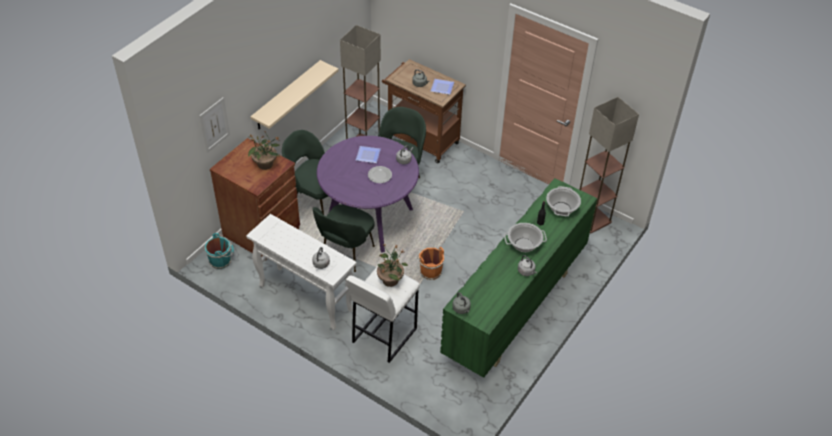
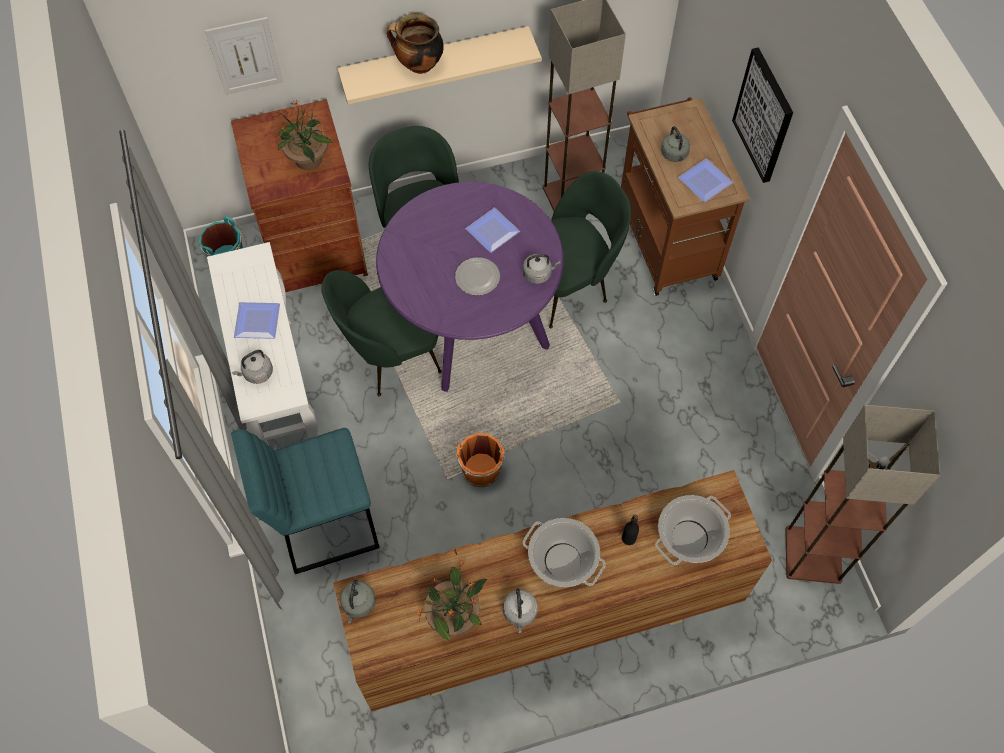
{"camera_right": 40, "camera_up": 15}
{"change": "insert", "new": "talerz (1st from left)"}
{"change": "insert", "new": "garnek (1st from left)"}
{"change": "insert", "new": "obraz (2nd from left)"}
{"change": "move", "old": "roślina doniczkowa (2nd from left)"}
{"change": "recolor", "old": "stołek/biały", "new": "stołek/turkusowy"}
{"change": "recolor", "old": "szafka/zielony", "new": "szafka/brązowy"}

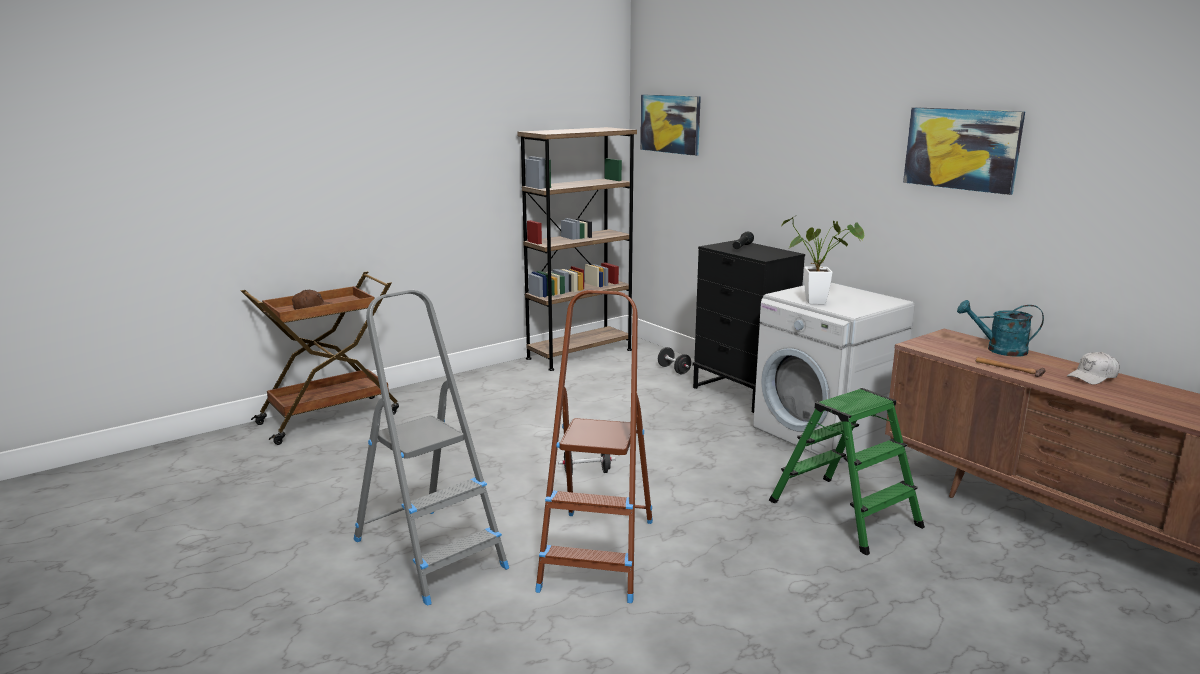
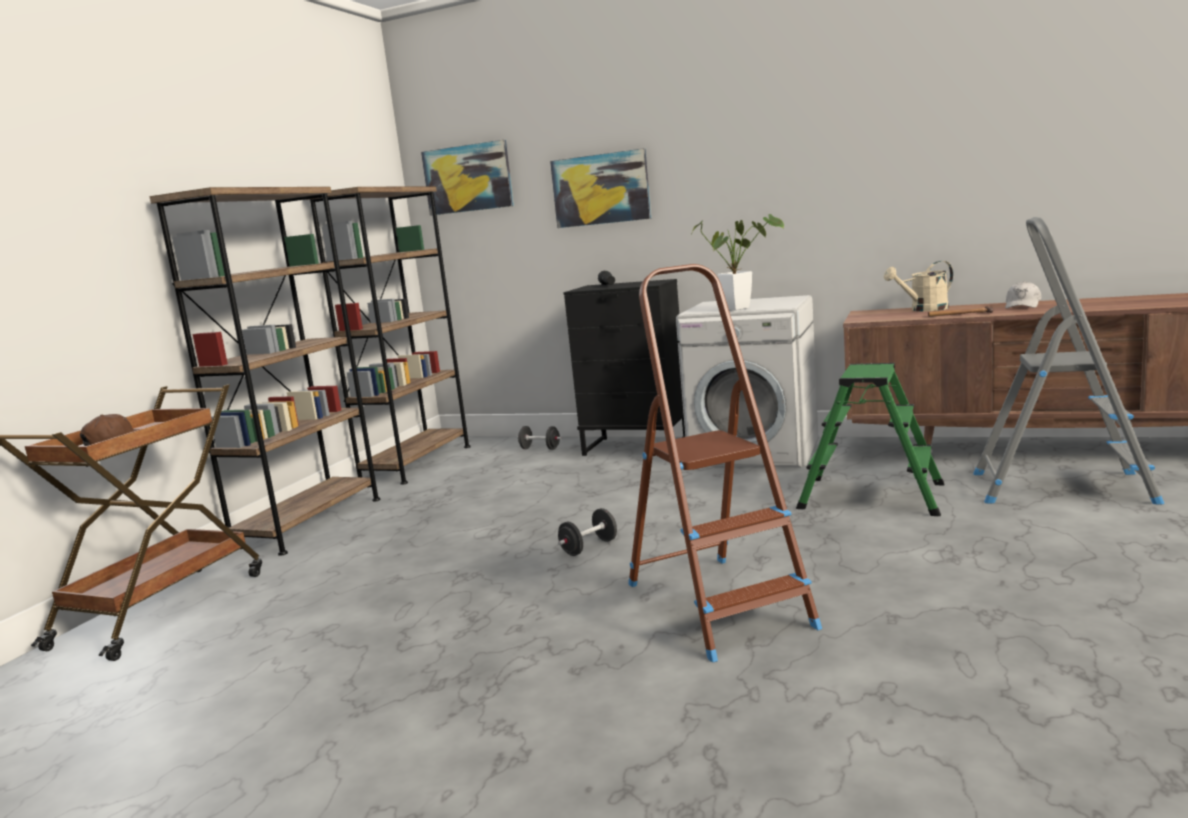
{"camera_right": -30, "camera_up": -5}
{"change": "insert", "new": "regał/brązowy (1st from left)"}
{"change": "move", "old": "drabinka/szary"}
{"change": "move", "old": "obraz (2nd from left)"}
{"change": "recolor", "old": "konewka/turkusowy", "new": "konewka/beżowy"}

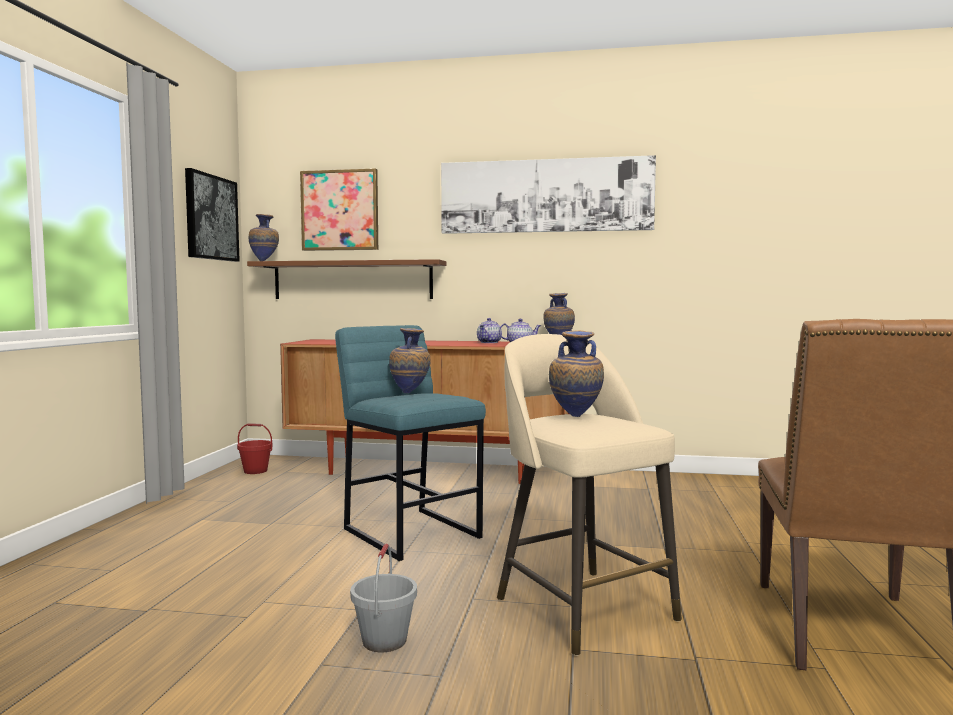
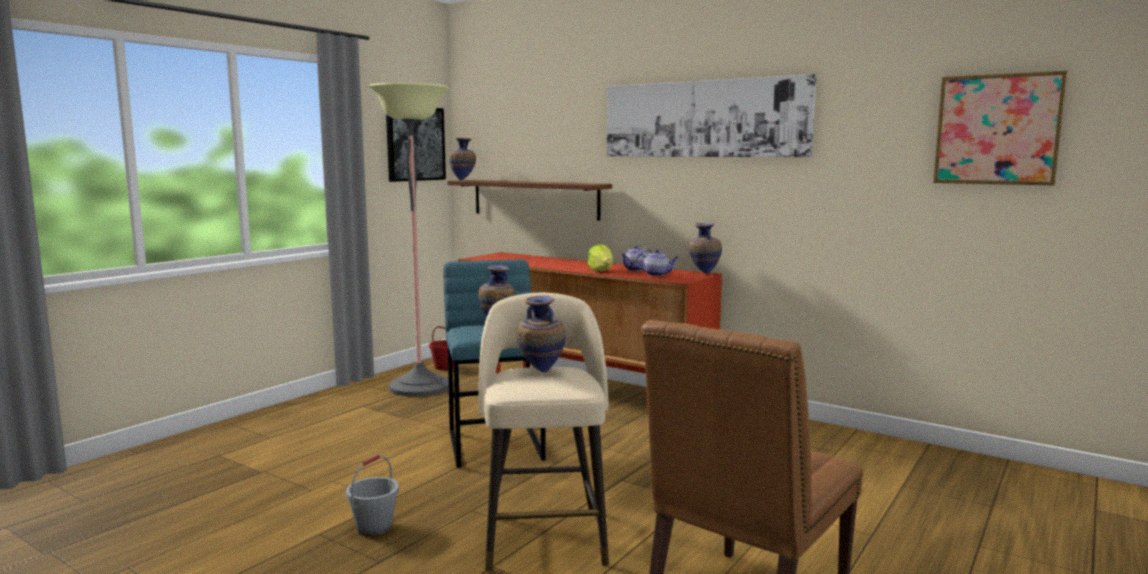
{"camera_right": 25, "camera_up": 5}
{"change": "insert", "new": "lampa stojąca"}
{"change": "insert", "new": "sałata"}
{"change": "move", "old": "obraz (2nd from left in the first image)", "new": "obraz (3rd from left)"}

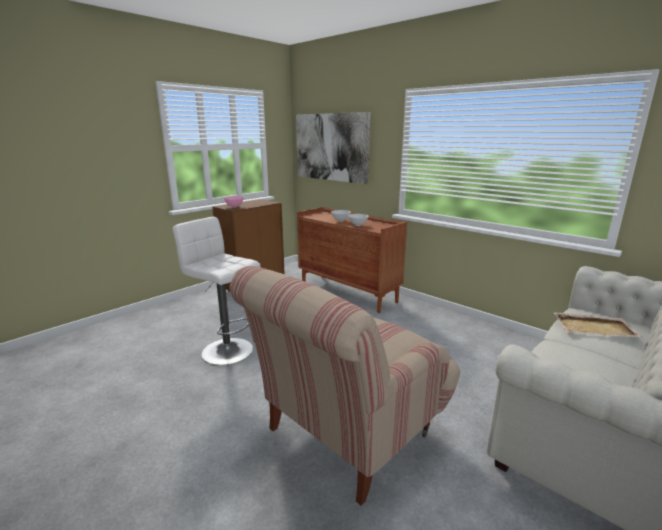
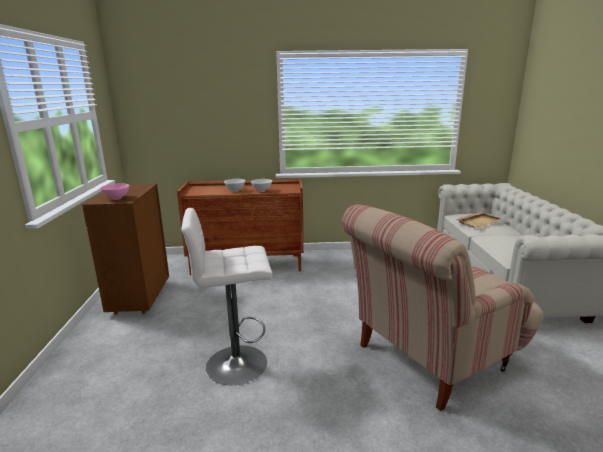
{"camera_right": -45, "camera_up": 0}
{"change": "delete", "old": "obraz"}
{"change": "rotate", "old": "fotel/beżowy", "degrees": 60}

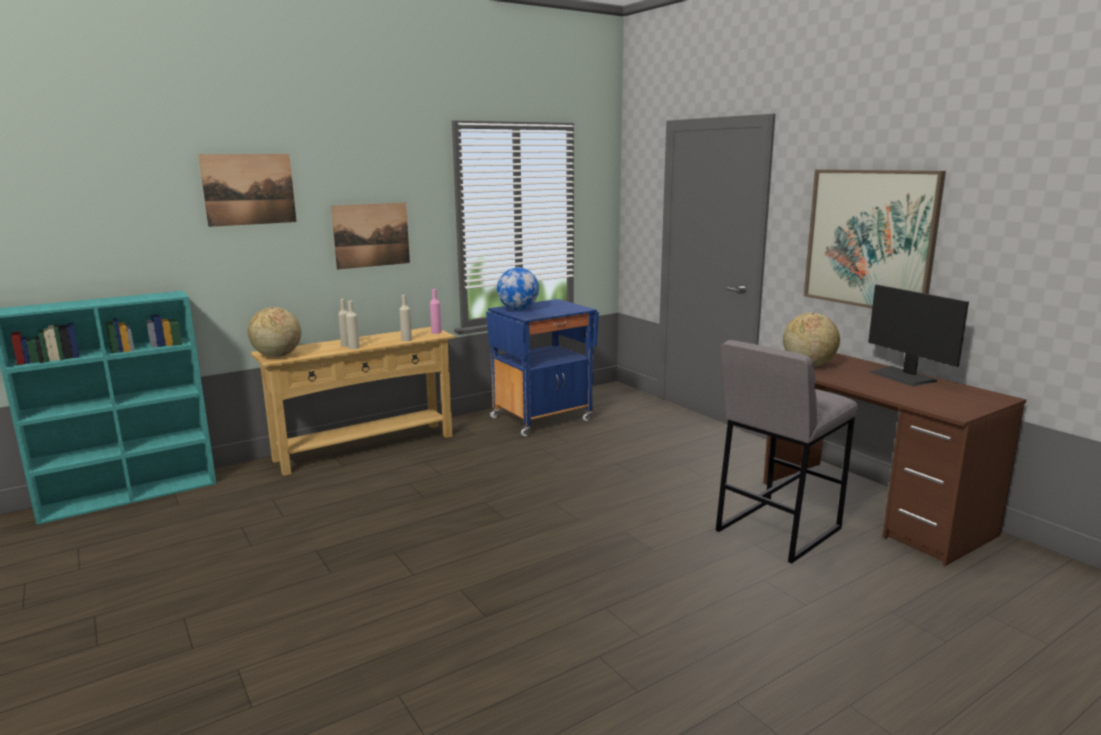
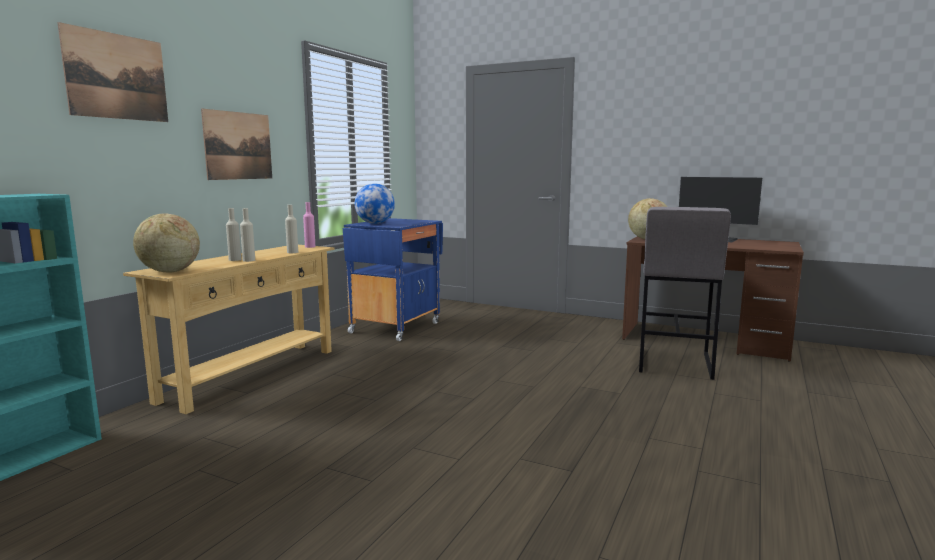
{"camera_right": -30, "camera_up": -5}
{"change": "delete", "old": "obraz (3rd from left)"}

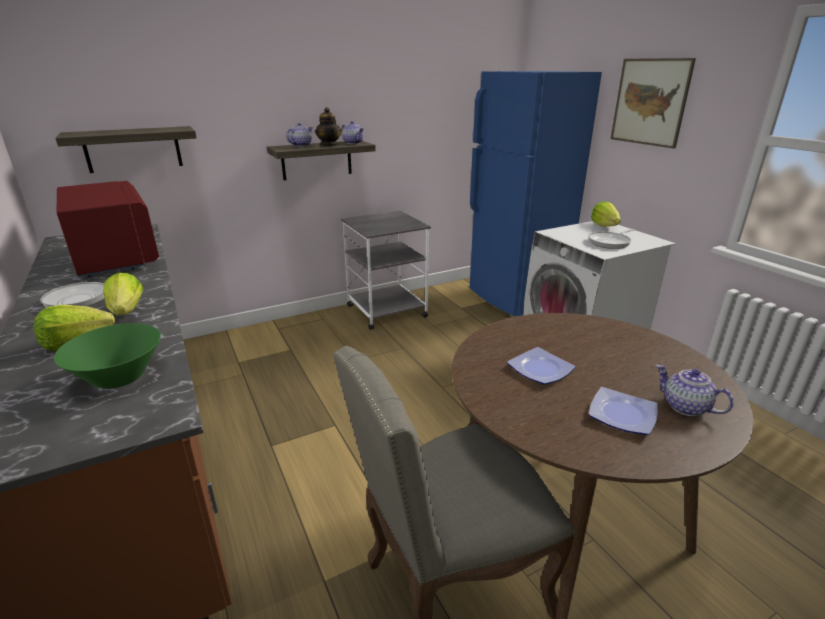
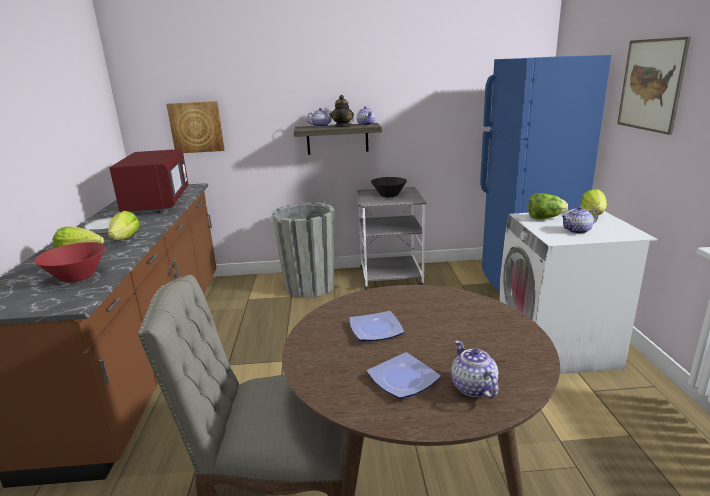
{"camera_right": 25, "camera_up": -5}
{"change": "insert", "new": "donica/szary"}
{"change": "insert", "new": "miska/czarny"}
{"change": "insert", "new": "sałata (3rd from left)"}
{"change": "replace", "old": "półka (1st from left)", "new": "obraz (1st from left)"}
{"change": "replace", "old": "patelnia (2nd from left)", "new": "imbryk (5th from left)"}
{"change": "recolor", "old": "miska/zielony", "new": "miska/czerwony"}

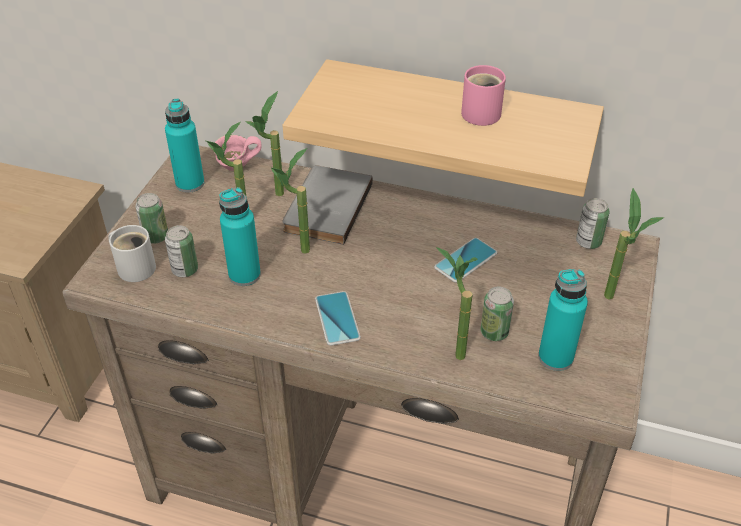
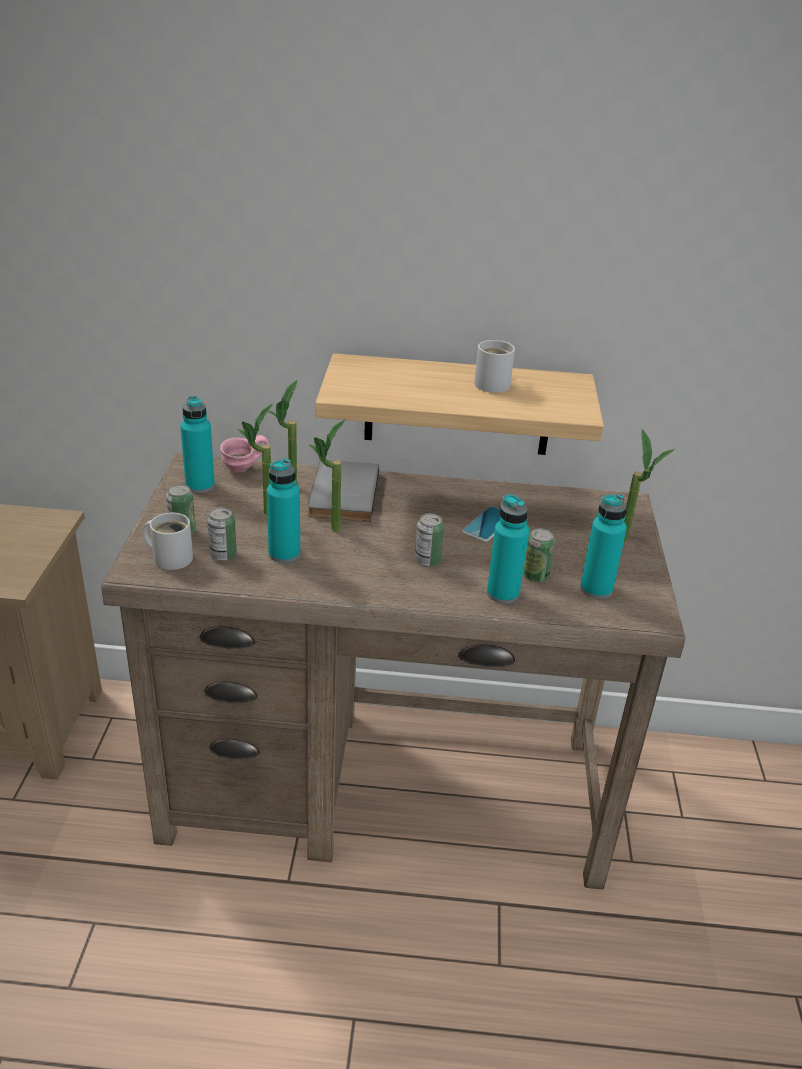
{"camera_right": -15, "camera_up": -10}
{"change": "delete", "old": "telefon (1st from left)"}
{"change": "move", "old": "puszka (4th from left in the first image)", "new": "puszka (3rd from left)"}
{"change": "replace", "old": "roślina doniczkowa (4th from left)", "new": "butelka/turkusowy (3rd from left)"}
{"change": "recolor", "old": "kubek/różowy (2nd from left)", "new": "kubek/biały (2nd from left)"}

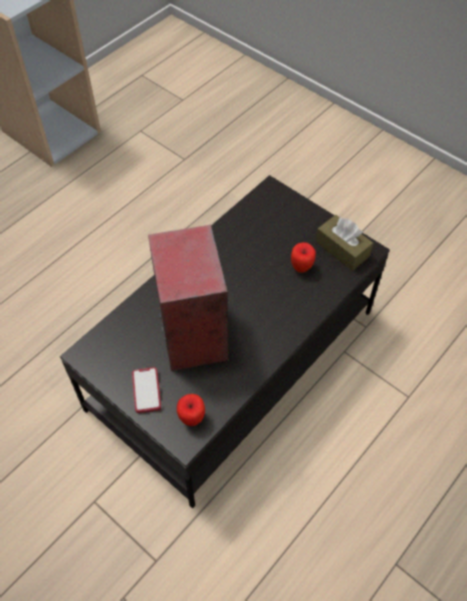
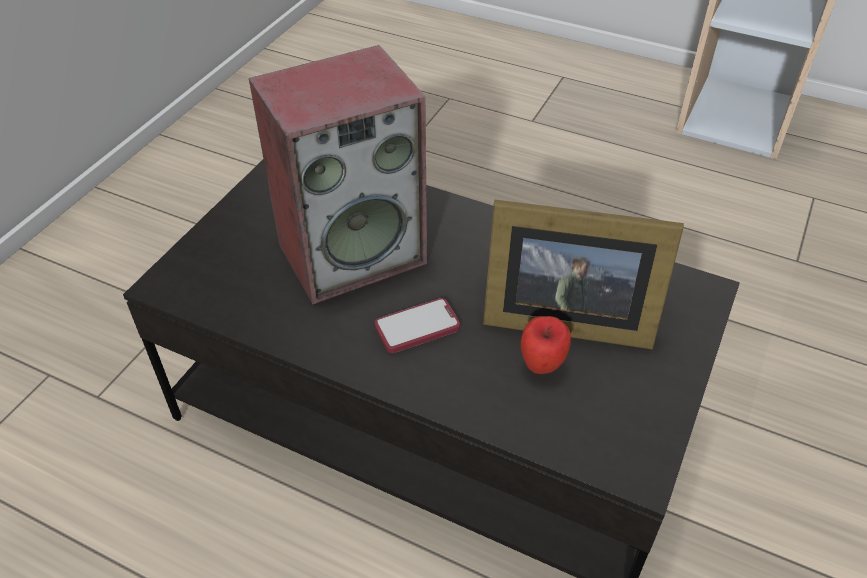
{"camera_right": 75, "camera_up": -10}
{"change": "delete", "old": "jabłko (1st from left)"}
{"change": "delete", "old": "pudełko chusteczek/brązowy"}
{"change": "insert", "new": "ramka na zdjęcie"}
{"change": "move", "old": "telefon"}

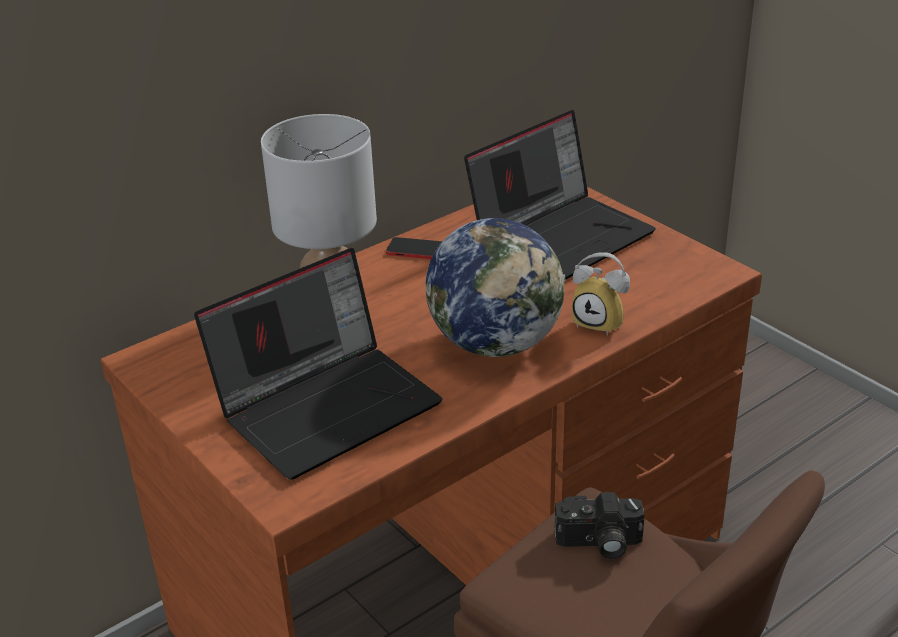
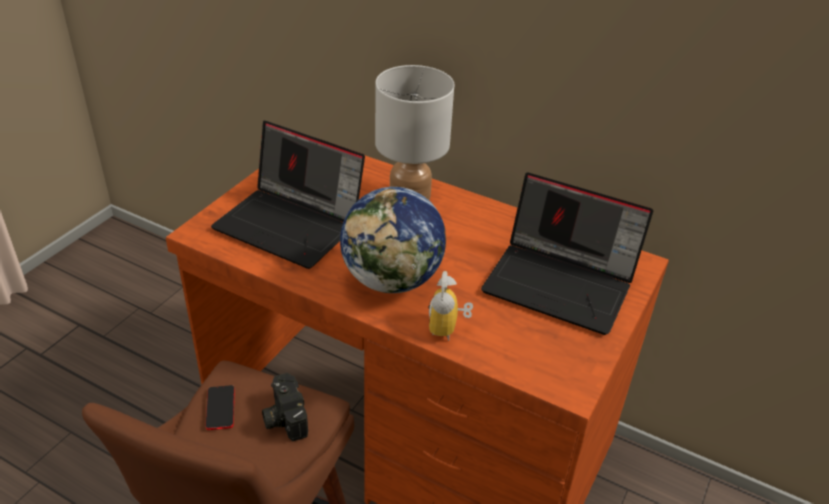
{"camera_right": 65, "camera_up": 5}
{"change": "move", "old": "telefon"}

